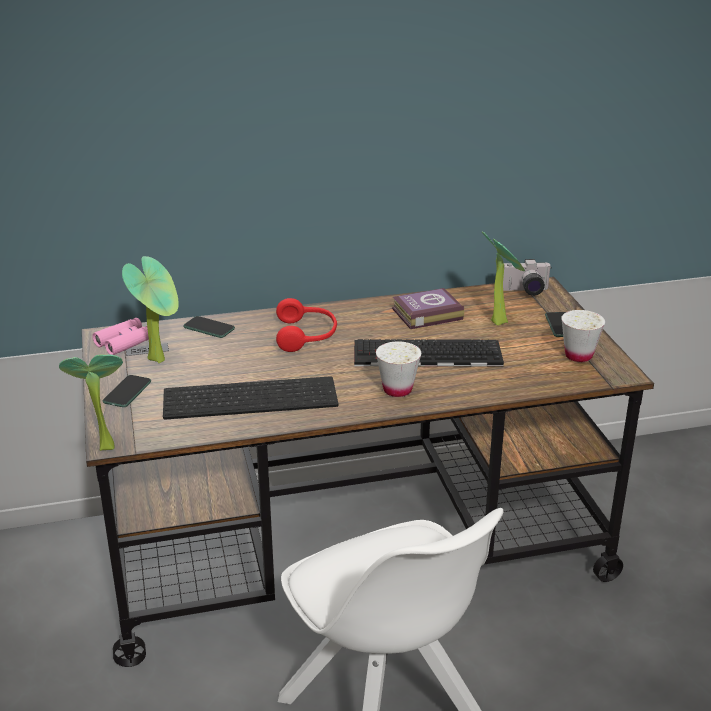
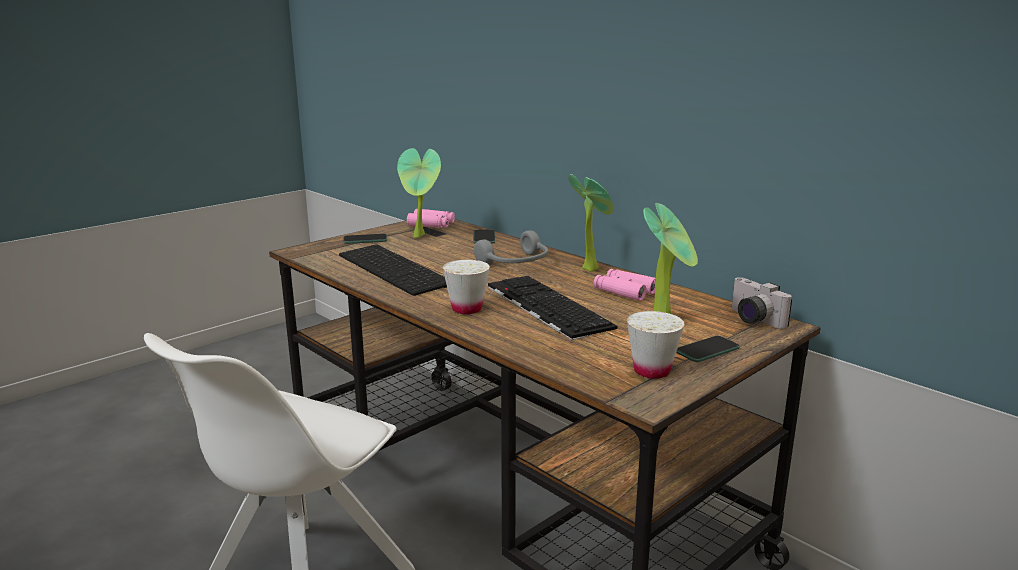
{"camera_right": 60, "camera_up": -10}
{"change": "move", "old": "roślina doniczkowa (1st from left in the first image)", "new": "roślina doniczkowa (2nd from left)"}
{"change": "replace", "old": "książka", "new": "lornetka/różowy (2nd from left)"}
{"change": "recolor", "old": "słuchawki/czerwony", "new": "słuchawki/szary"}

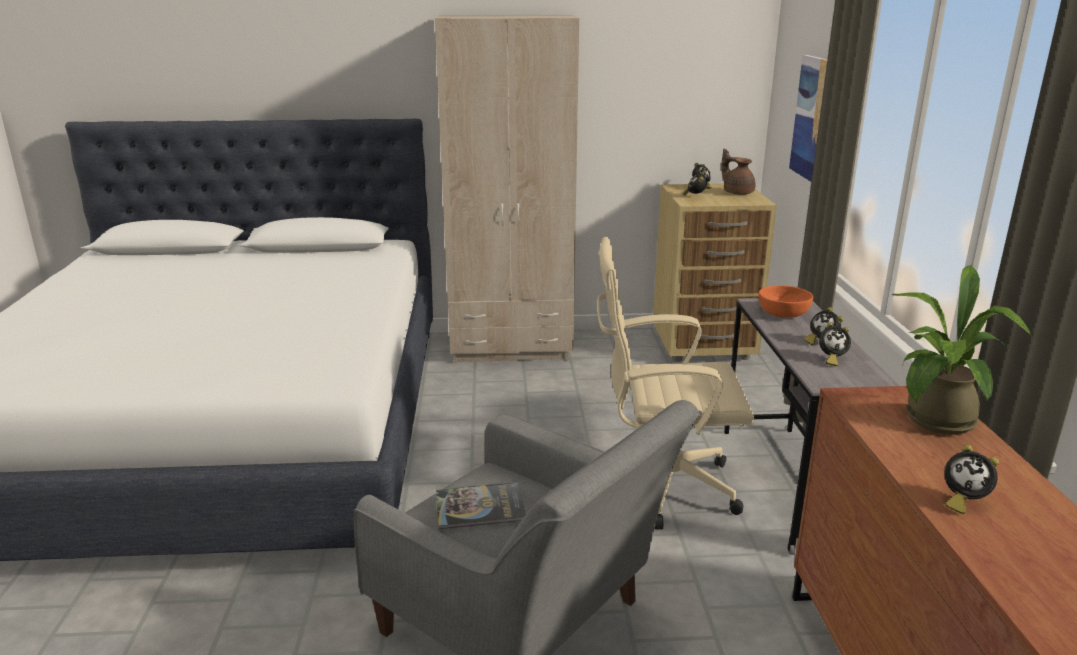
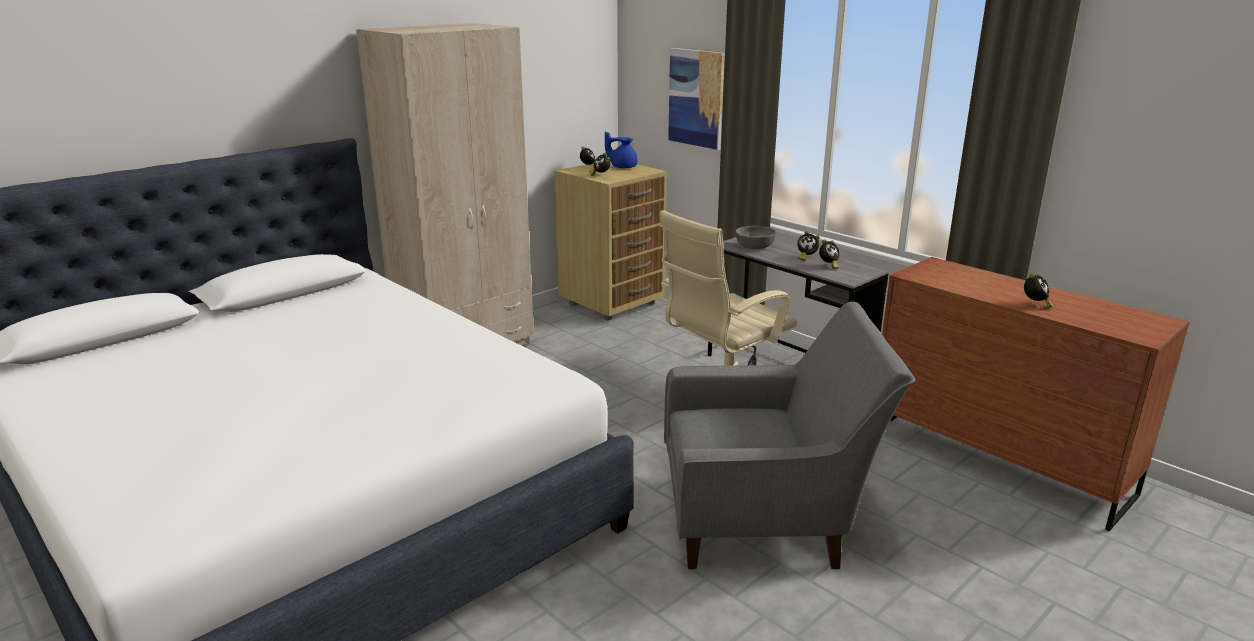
{"camera_right": -40, "camera_up": 0}
{"change": "delete", "old": "książka"}
{"change": "delete", "old": "roślina doniczkowa"}
{"change": "recolor", "old": "imbryk/brązowy", "new": "imbryk/niebieski"}
{"change": "recolor", "old": "miska/pomarańczowy", "new": "miska/szary"}
{"change": "rotate", "old": "budzik (5th from left)", "degrees": -45}

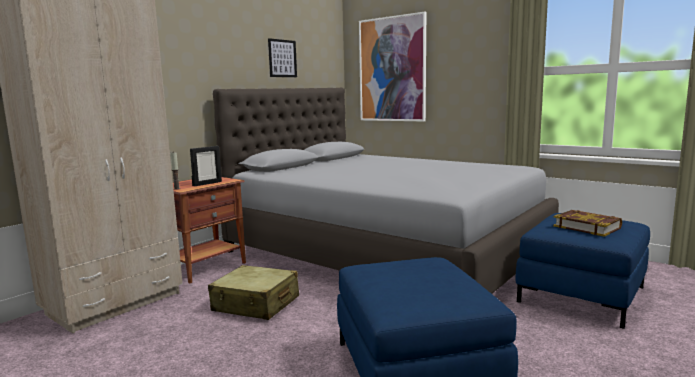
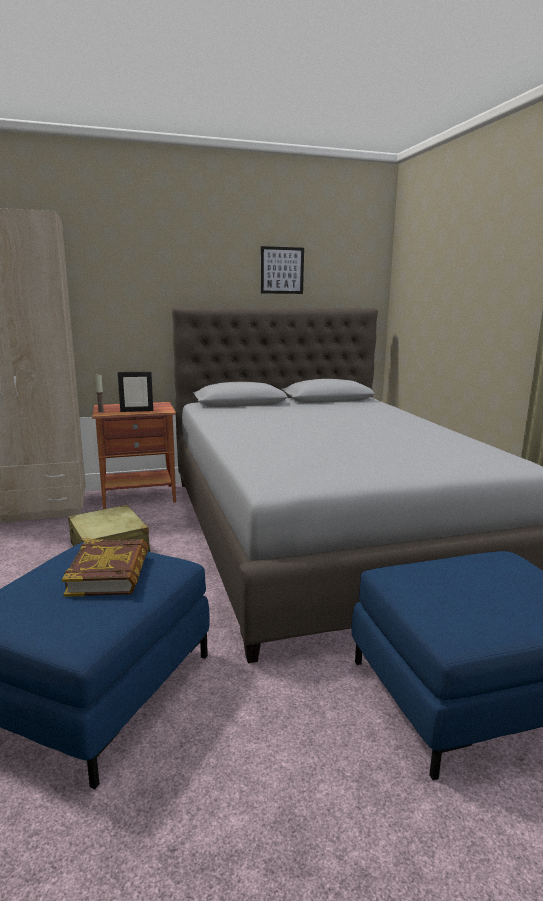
{"camera_right": 35, "camera_up": 5}
{"change": "delete", "old": "obraz (2nd from left)"}
{"change": "move", "old": "książka"}

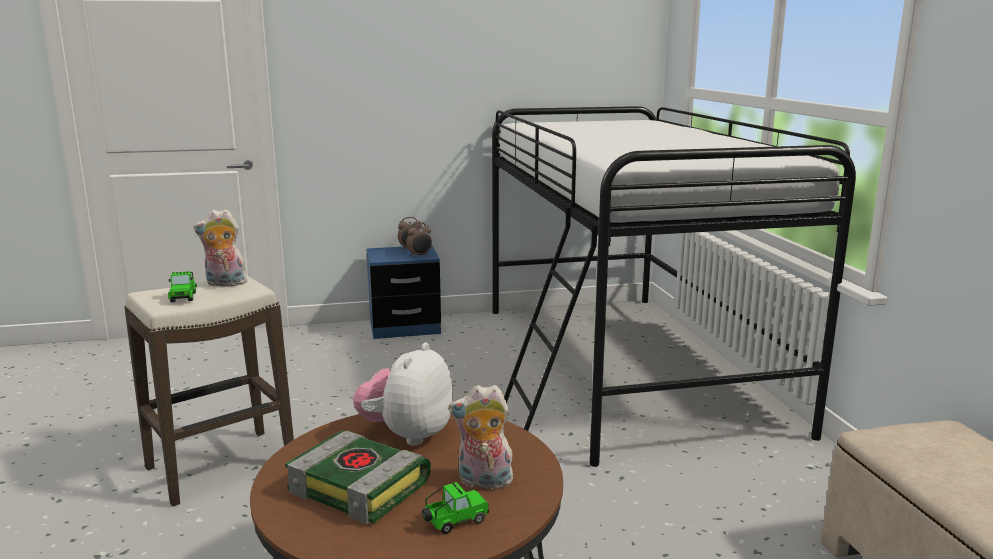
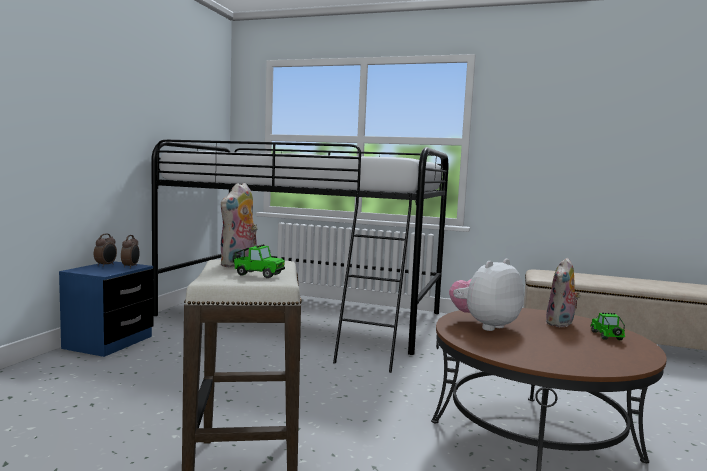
{"camera_right": -60, "camera_up": -10}
{"change": "delete", "old": "książka"}
{"change": "rotate", "old": "pluszak (2nd from left)", "degrees": 90}

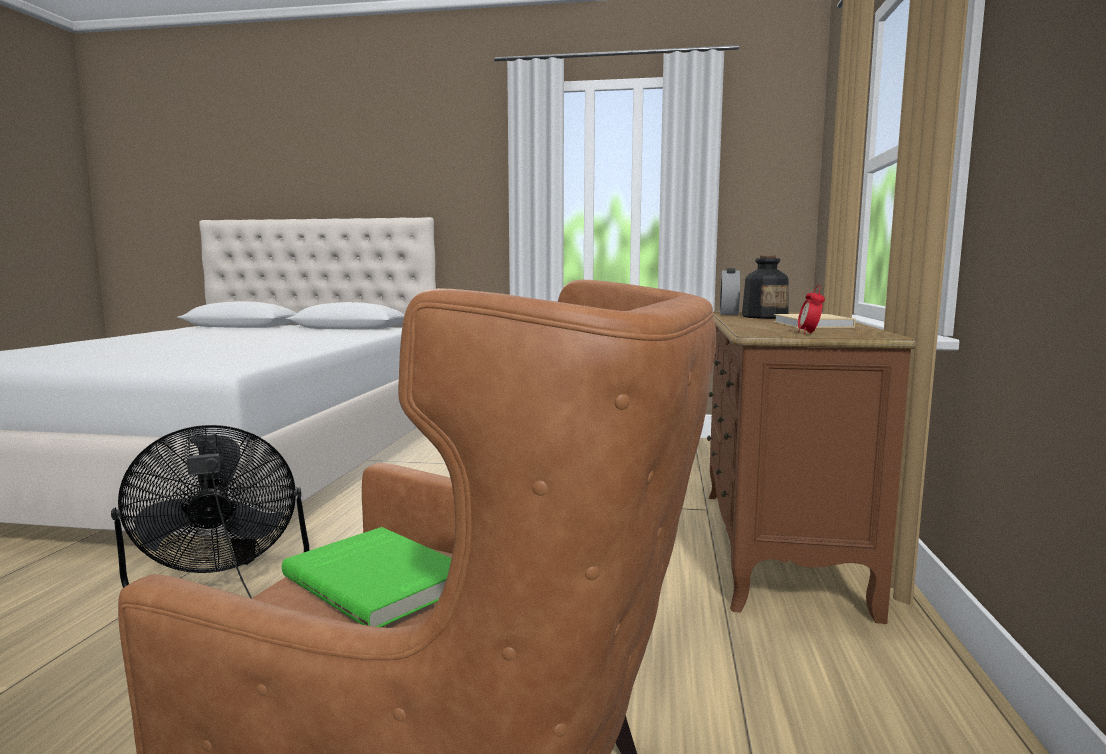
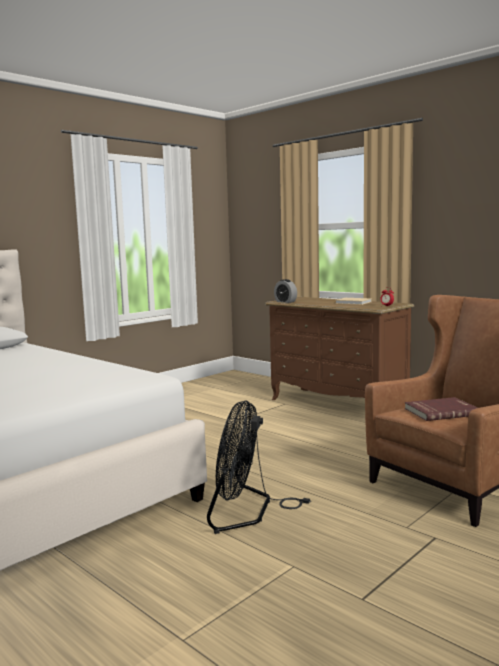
{"camera_right": -55, "camera_up": 0}
{"change": "delete", "old": "butelka"}
{"change": "recolor", "old": "książka/zielony", "new": "książka/czerwony"}

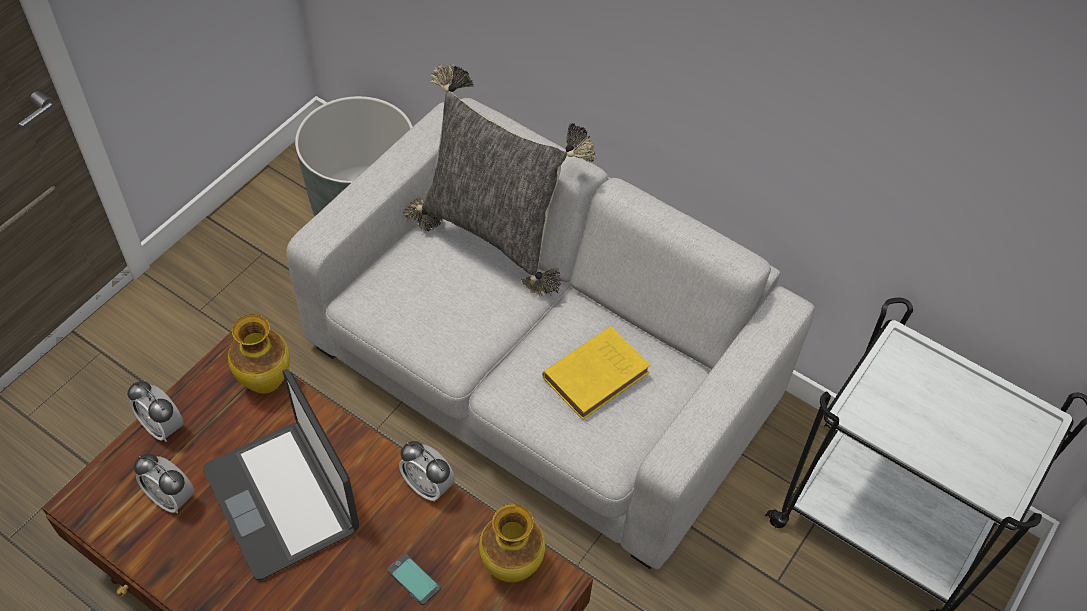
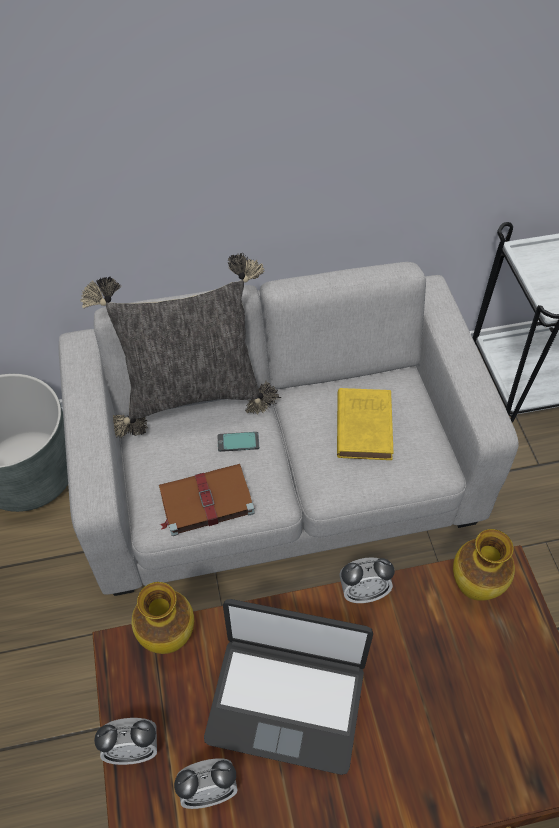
{"camera_right": -45, "camera_up": 0}
{"change": "insert", "new": "książka/brązowy"}
{"change": "move", "old": "telefon"}

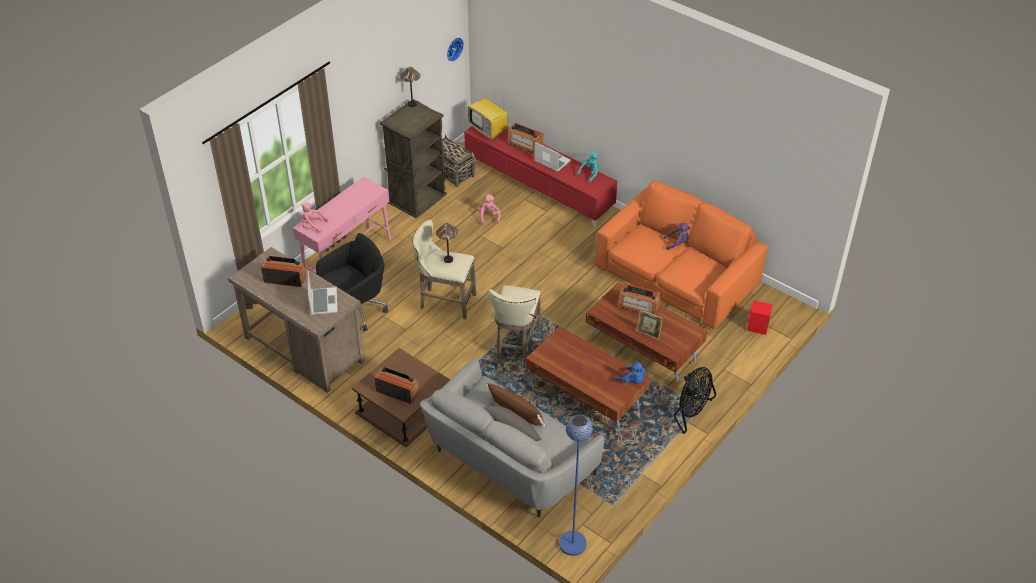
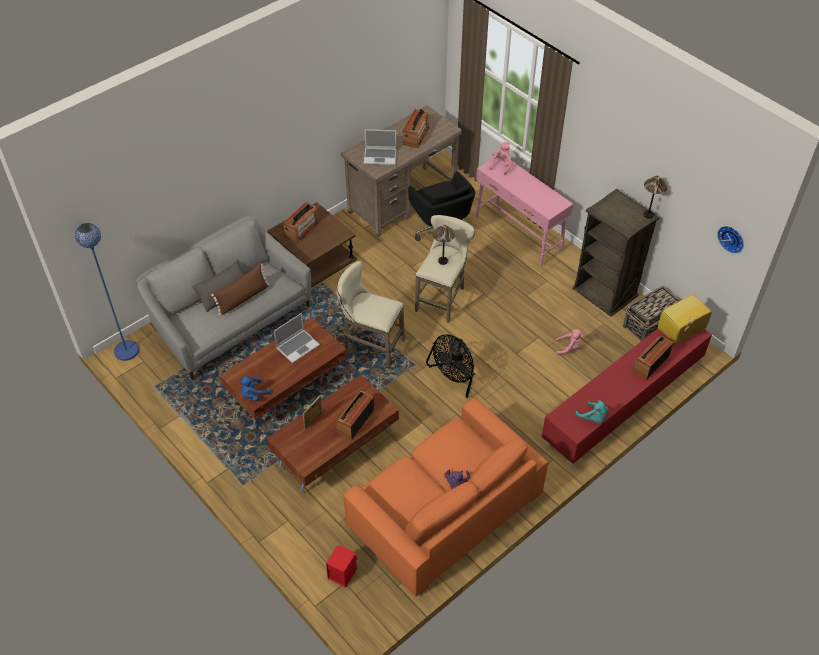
{"camera_right": 100, "camera_up": 5}
{"change": "move", "old": "laptop (2nd from left in the first image)", "new": "laptop (1st from left)"}
{"change": "move", "old": "wentylator/czarny"}

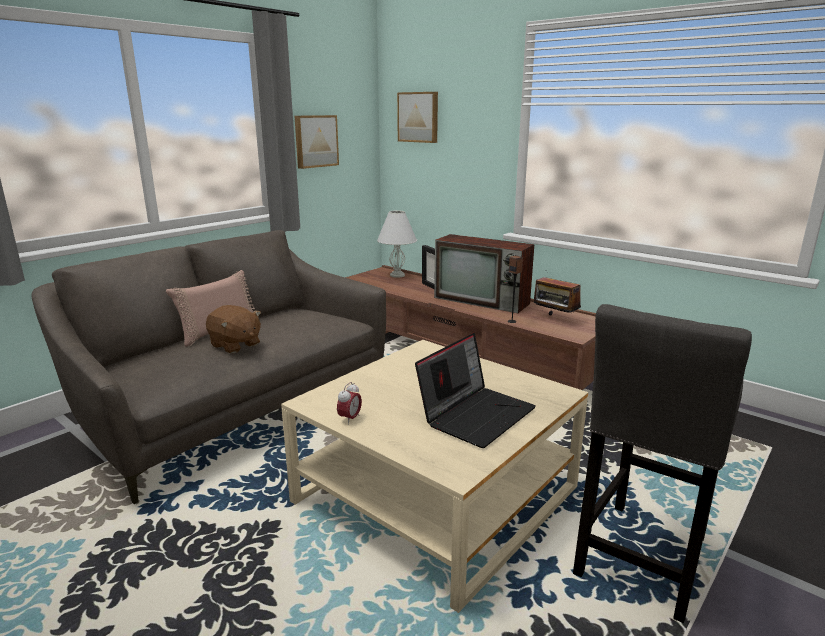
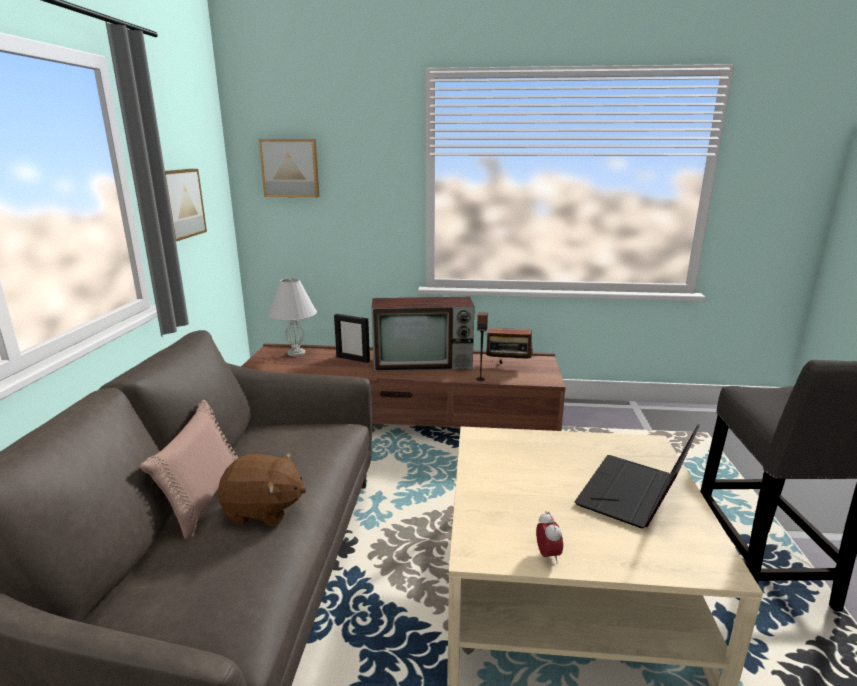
{"camera_right": -35, "camera_up": 0}
{"change": "rotate", "old": "laptop", "degrees": -150}

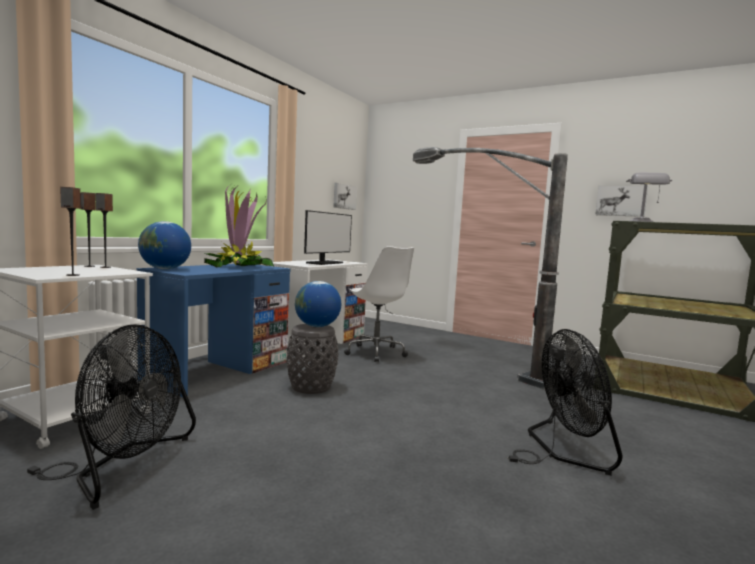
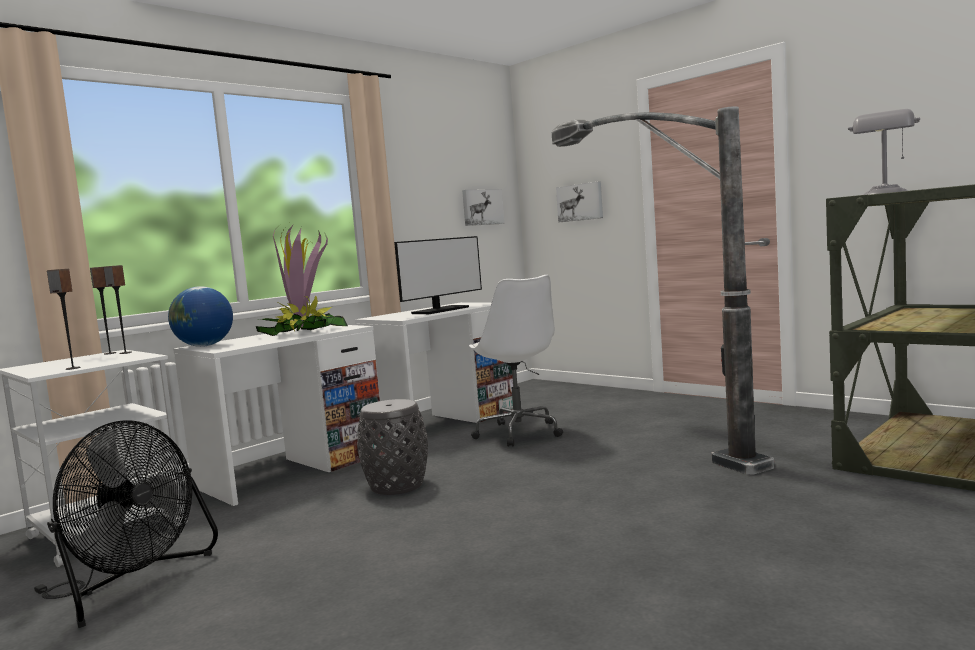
{"camera_right": 15, "camera_up": 0}
{"change": "delete", "old": "globus (2nd from left)"}
{"change": "delete", "old": "wentylator/czarny (2nd from left)"}
{"change": "move", "old": "obraz (2nd from left)"}
{"change": "recolor", "old": "biurko/niebieski", "new": "biurko/biały (1st from left)"}

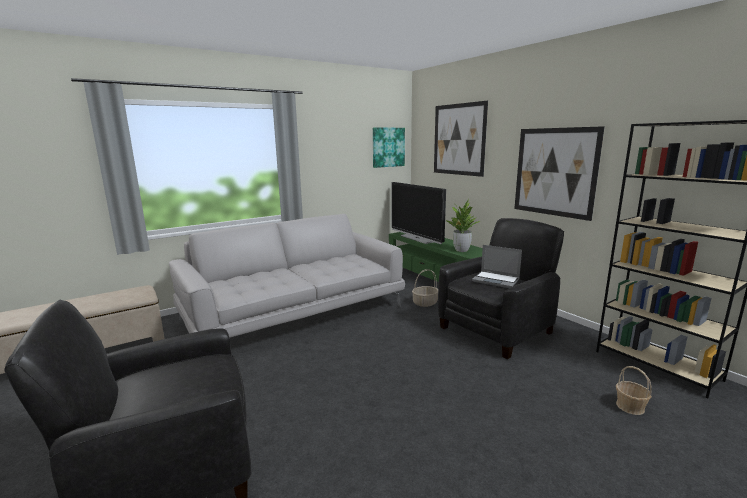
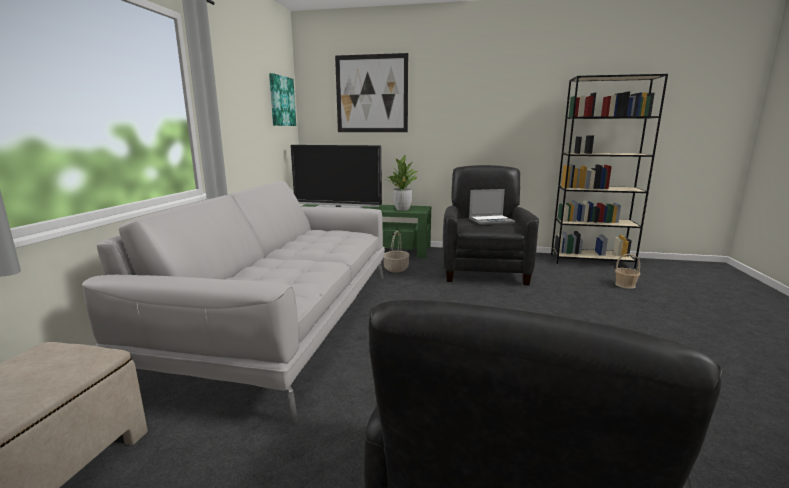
{"camera_right": -45, "camera_up": 0}
{"change": "delete", "old": "obraz (3rd from left)"}

